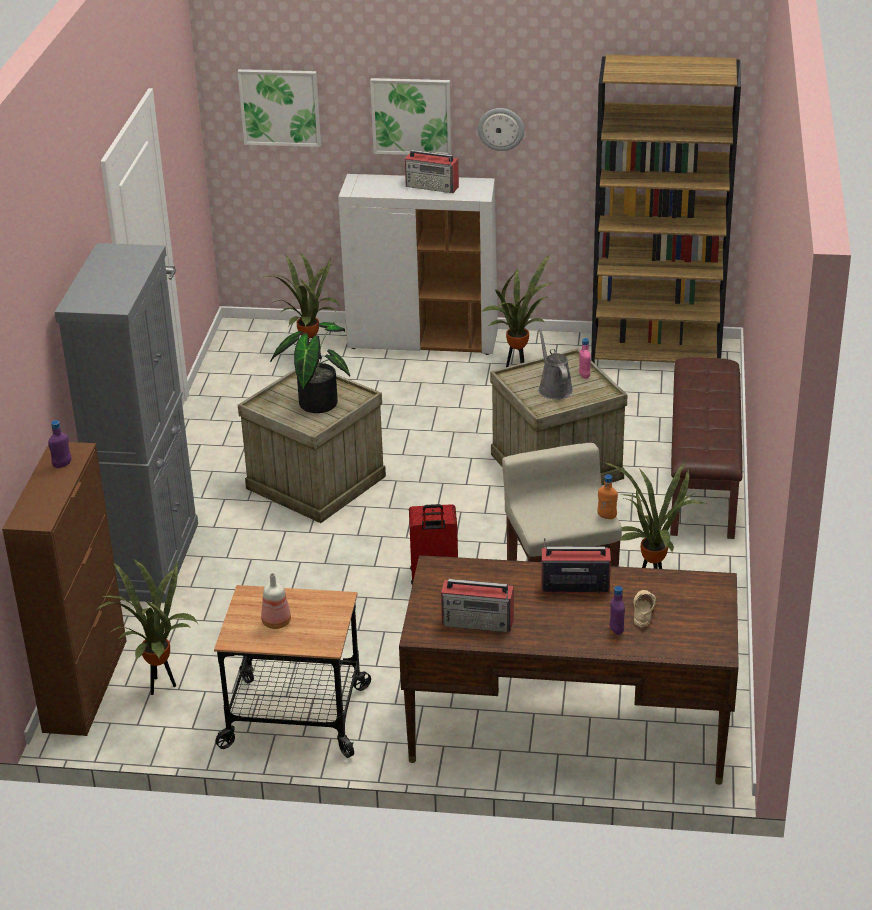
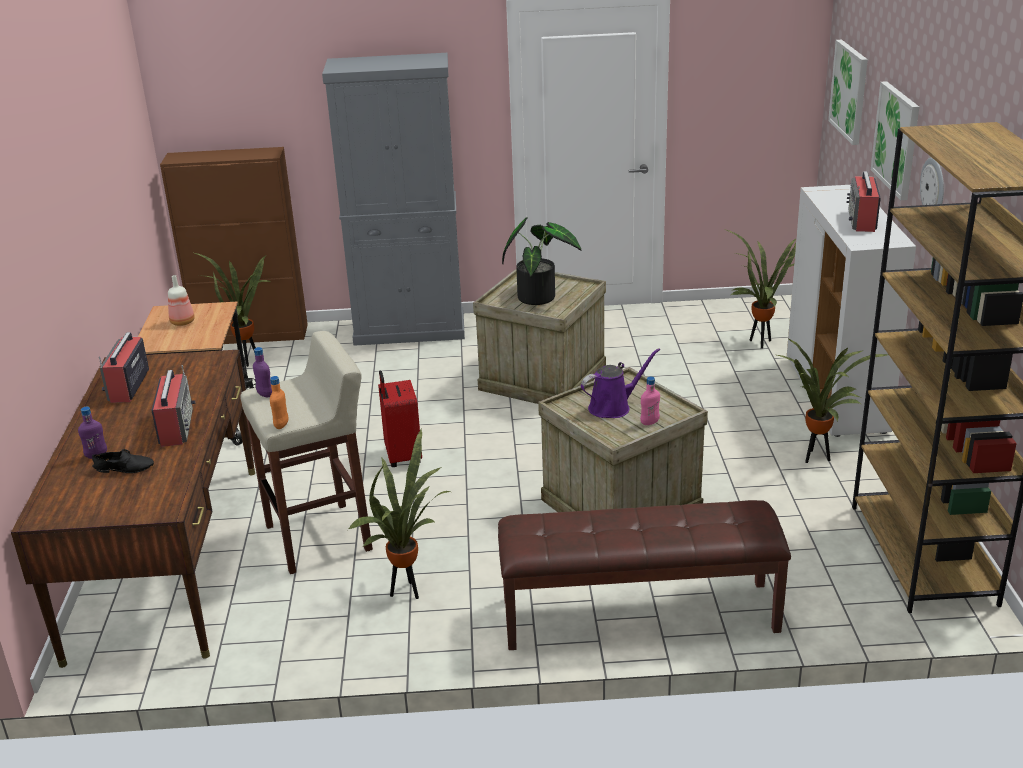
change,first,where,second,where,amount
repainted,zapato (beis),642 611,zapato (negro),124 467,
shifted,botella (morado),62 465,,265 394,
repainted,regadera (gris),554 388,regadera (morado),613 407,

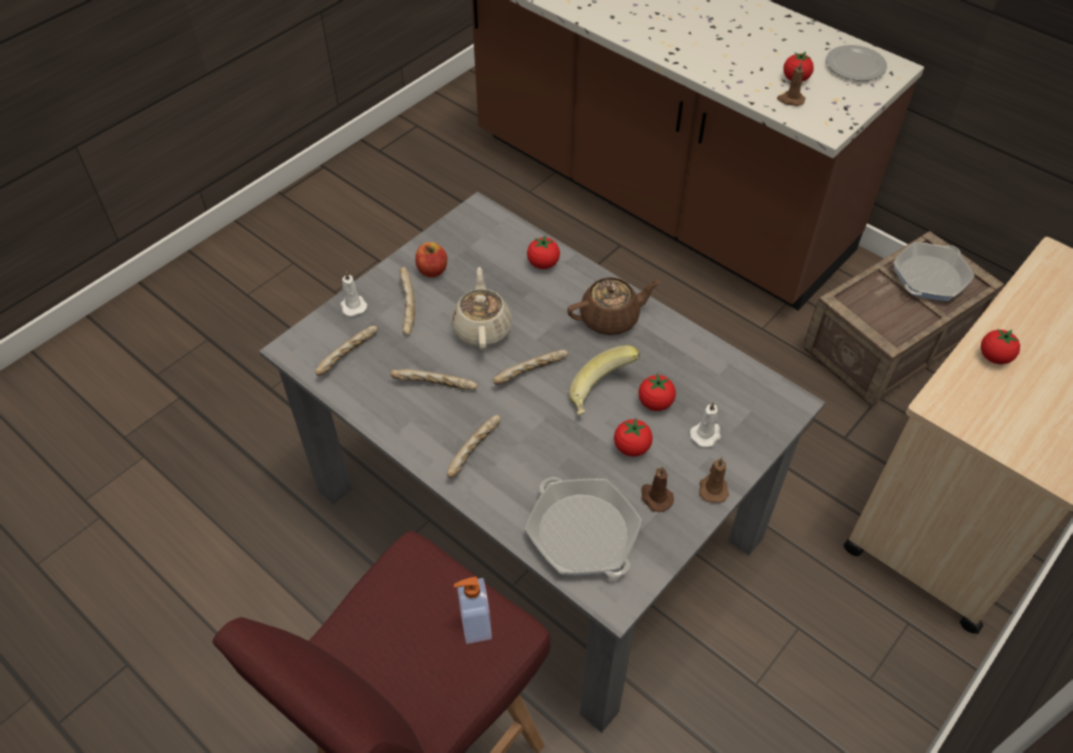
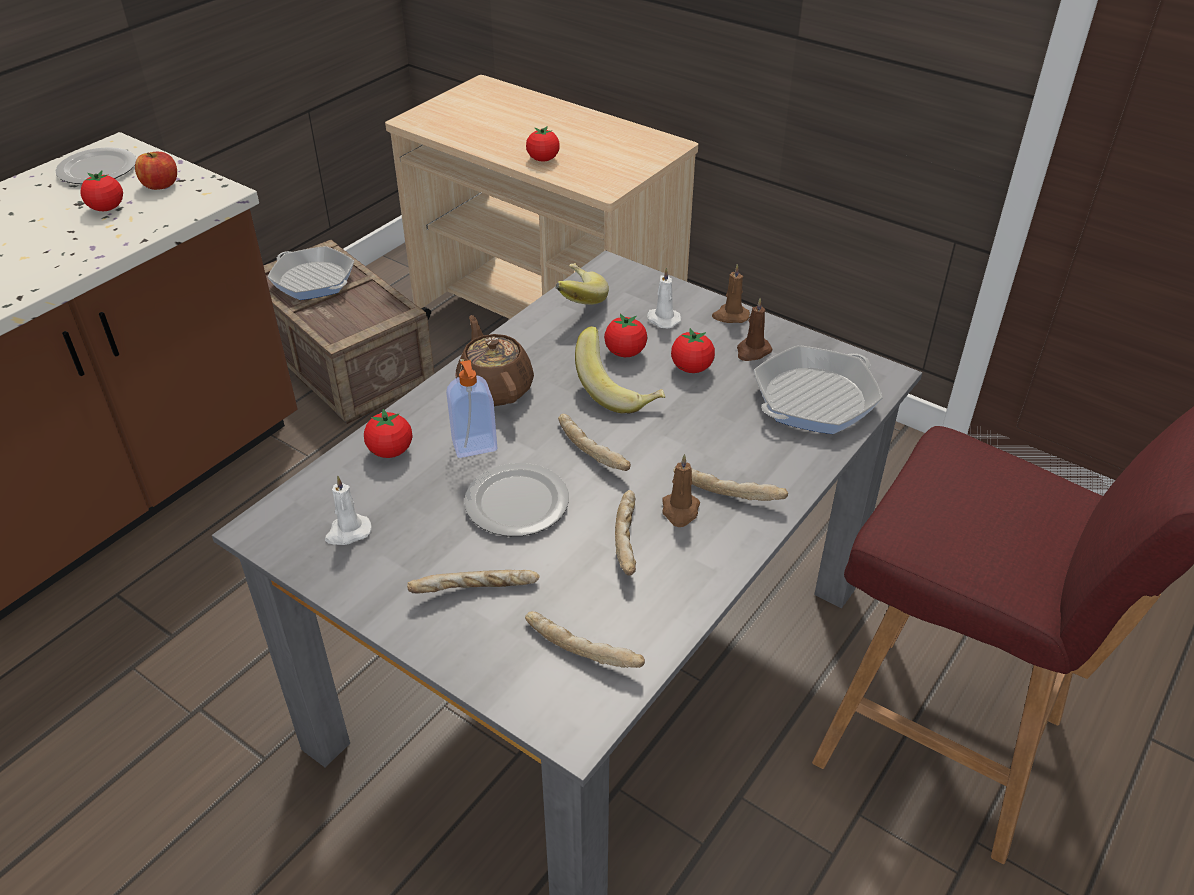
change,first,where,second,where,amount
shifted,manzana,432 270,,160 185,
shifted,vela (blanco),353 305,,348 532,
shifted,dispensador de jabón,474 625,,475 447,
swapped,tetera (beis),482 329,plato,518 502,
new,,,plátano,575 300,
shifted,vela (marrón),790 100,,680 511,

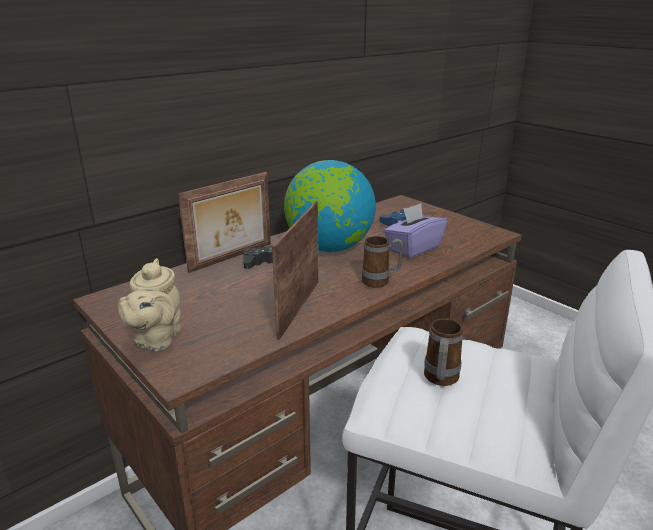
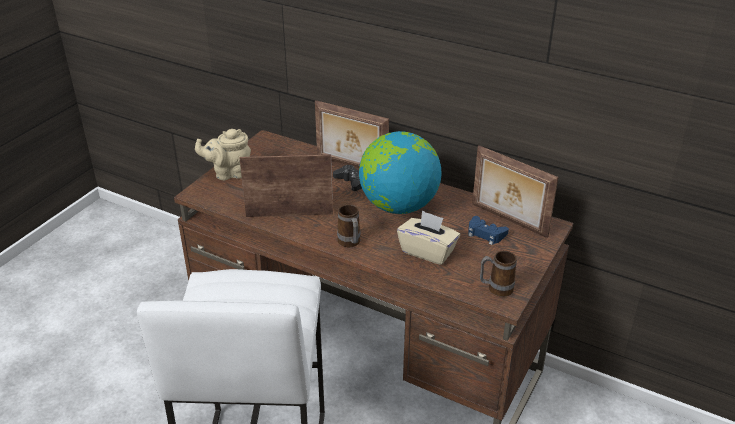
change,first,where,second,where,amount
repainted,caja de pañuelos (morado),413 248,caja de pañuelos (beis),427 251,
new,,,portarretratos,508 221,
shifted,taza grande,440 380,,495 289,

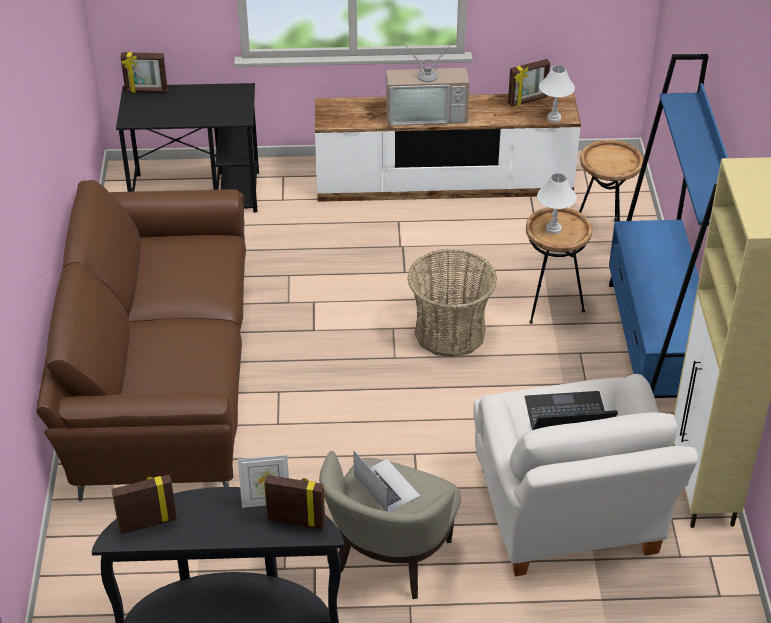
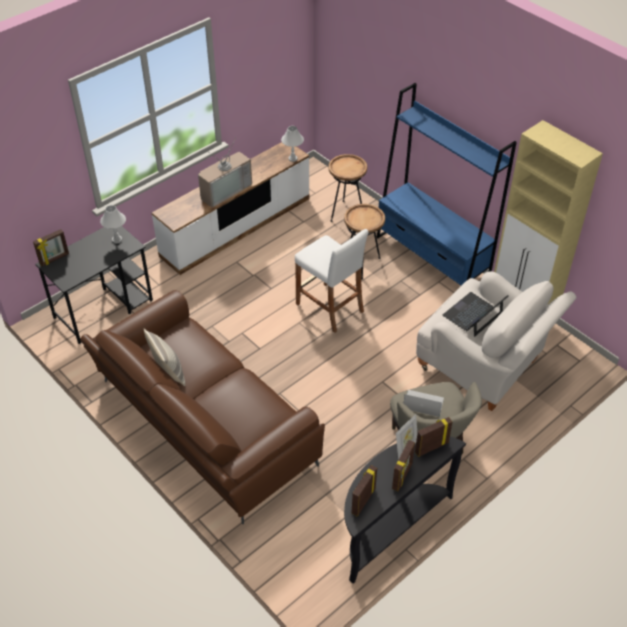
change,first,where,second,where,amount
shifted,lámpara de mesa (blanco),553 229,,117 240,
new,,,cojín,168 371,
swapped,cesta,449 332,taburete (blanco),329 307,
shifted,portarretratos,528 101,,402 476,

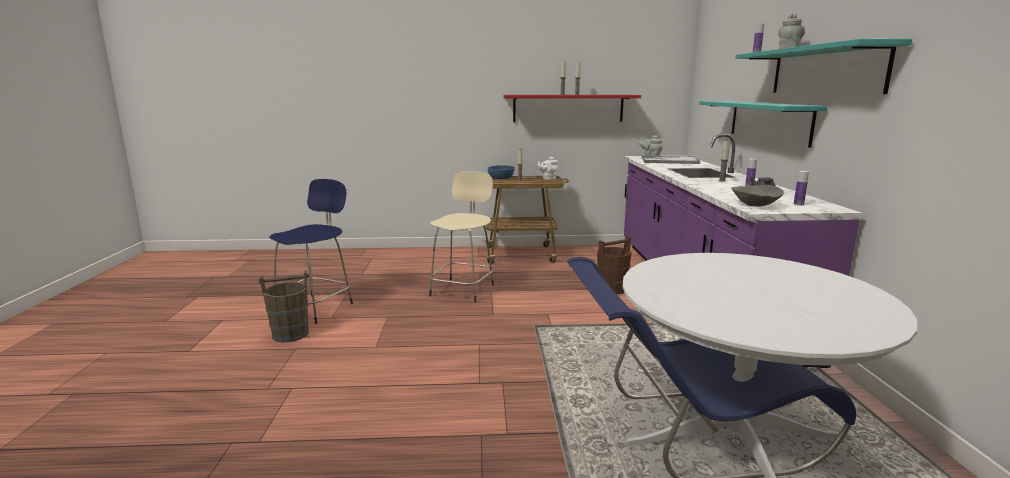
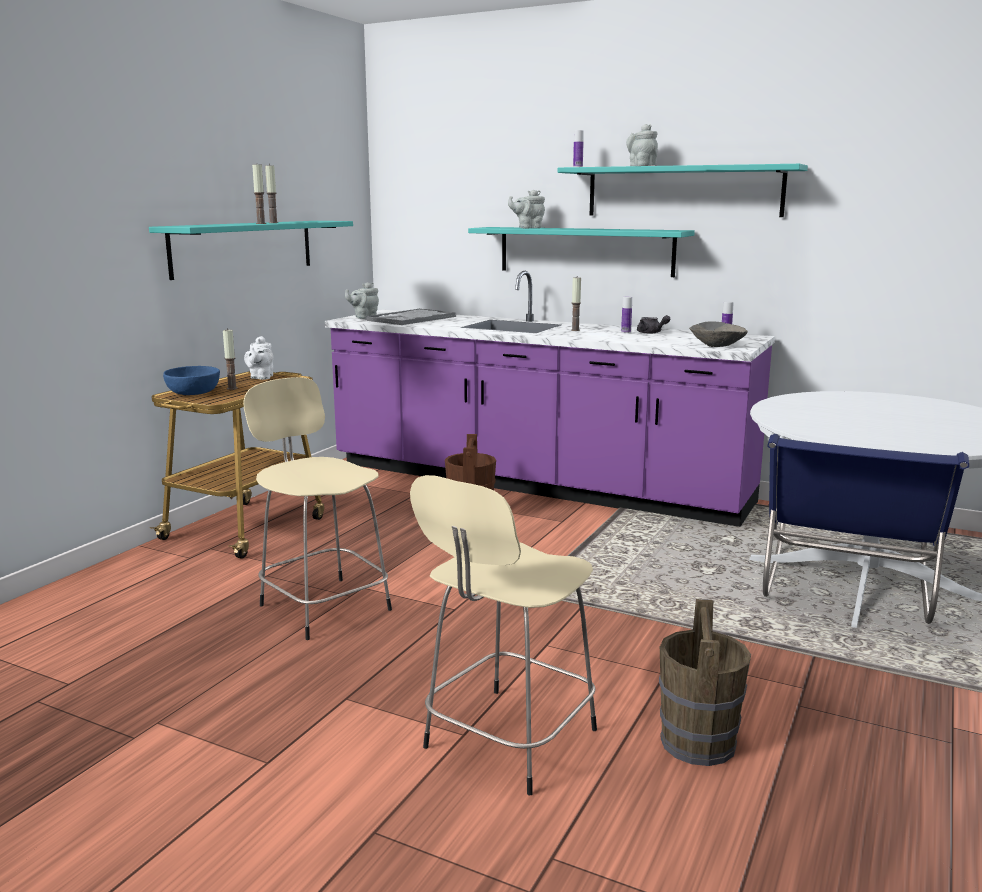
change,first,where,second,where,amount
repainted,estante (rojo),568 108,estante (turquesa),244 247,
new,,,taburete (beis),507 741,
new,,,tetera (gris),528 228,
shifted,cubo (marrón),291 334,,698 742,
gone,taburete (azul),316 308,,,

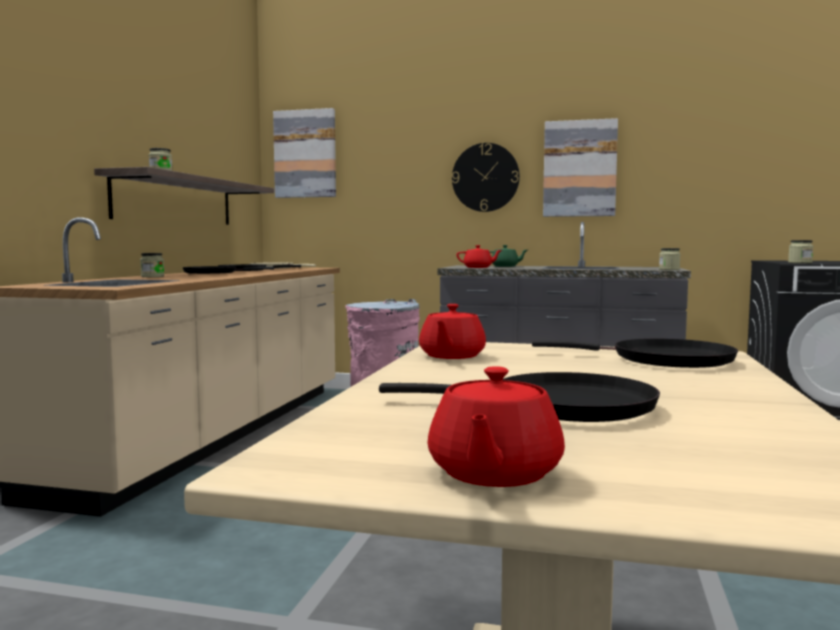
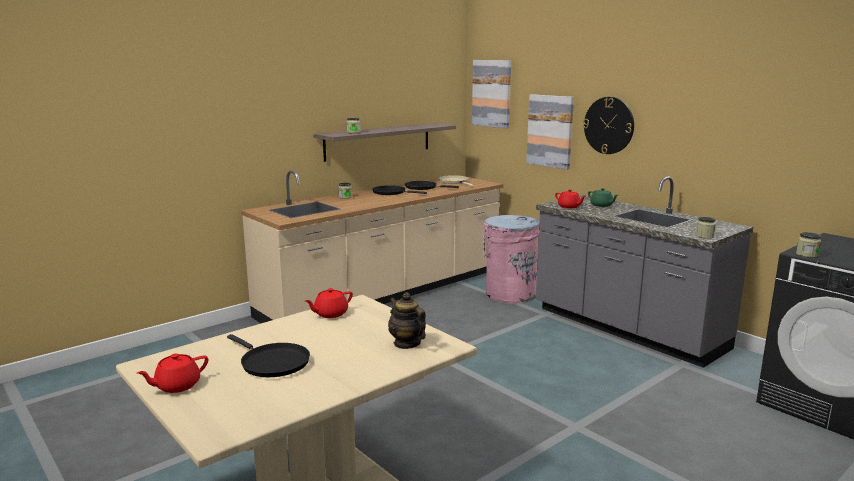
change,first,where,second,where,amount
swapped,sartén (negro),663 360,tetera,407 343,
shifted,cuadro,579 168,,550 131,

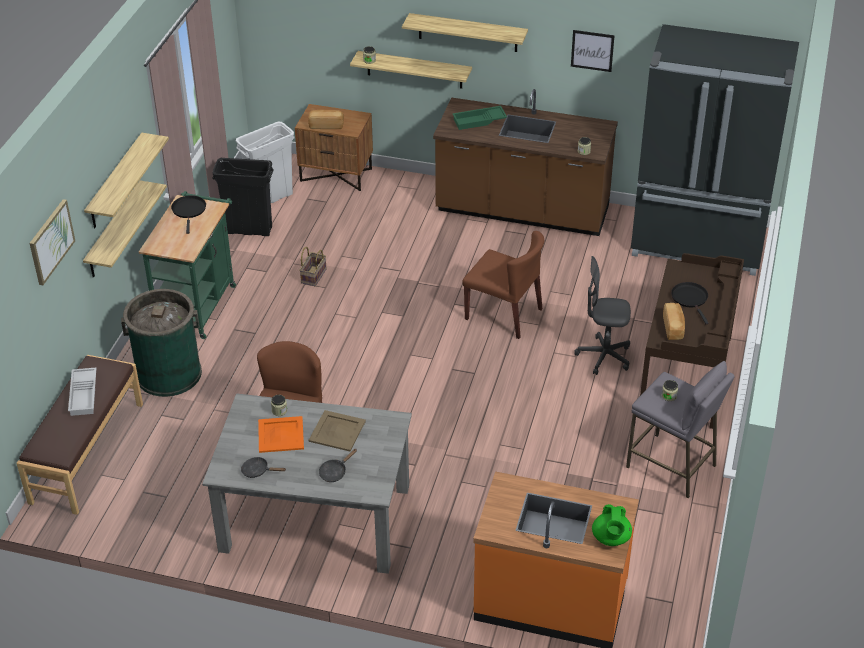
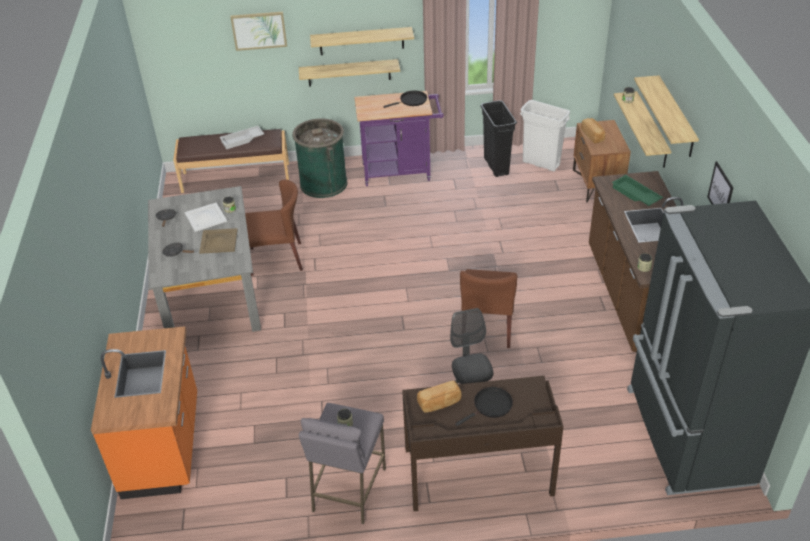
change,first,where,second,where,amount
repainted,bandeja (naranja),281 434,bandeja (blanco),206 217,
repainted,carrito (verde),198 304,carrito (morado),401 171,
gone,cesta,313 275,,,
gone,tetera (verde),611 538,,,

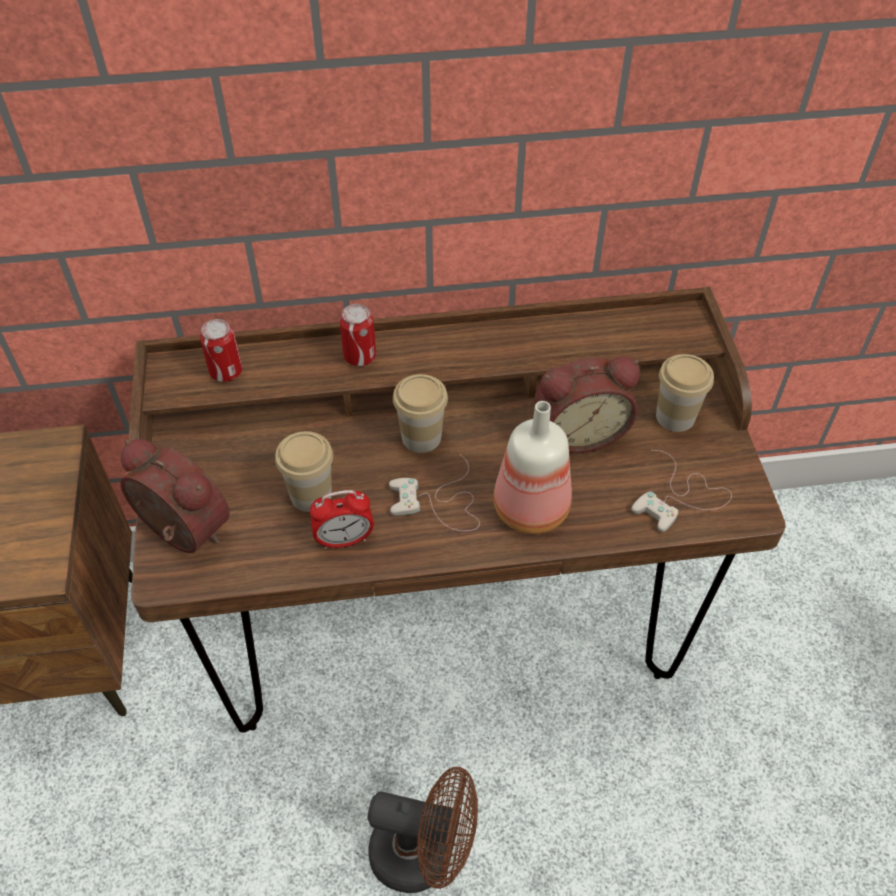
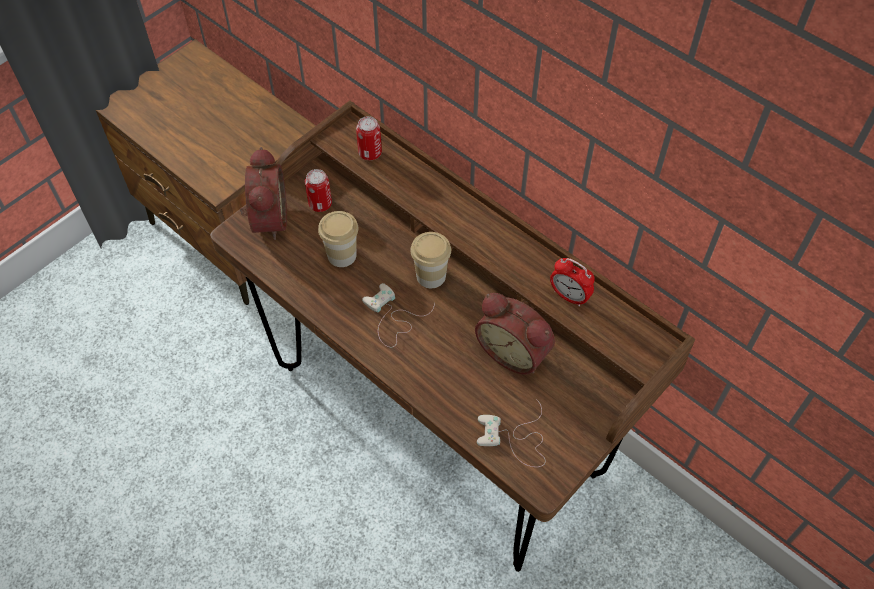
change,first,where,second,where,amount
shifted,lata,360 356,,320 204,
shifted,despertador,344 540,,569 296,
gone,ventilador (marrón),424 854,,,
gone,botella,529 507,,,
gone,taza,675 416,,,

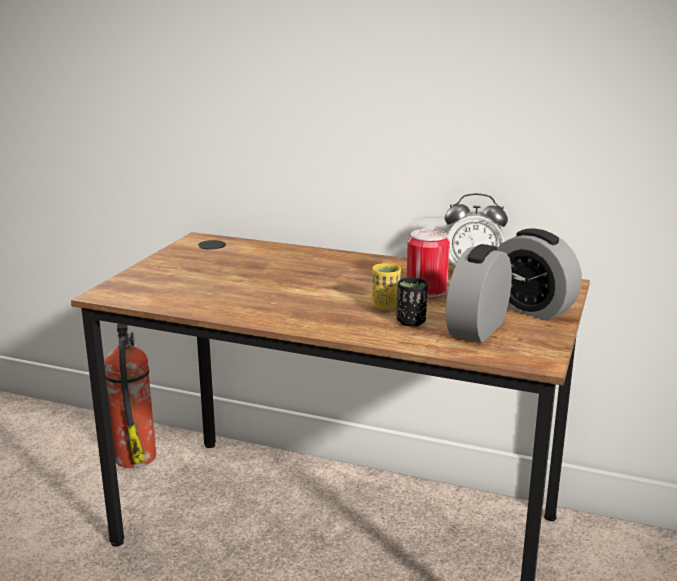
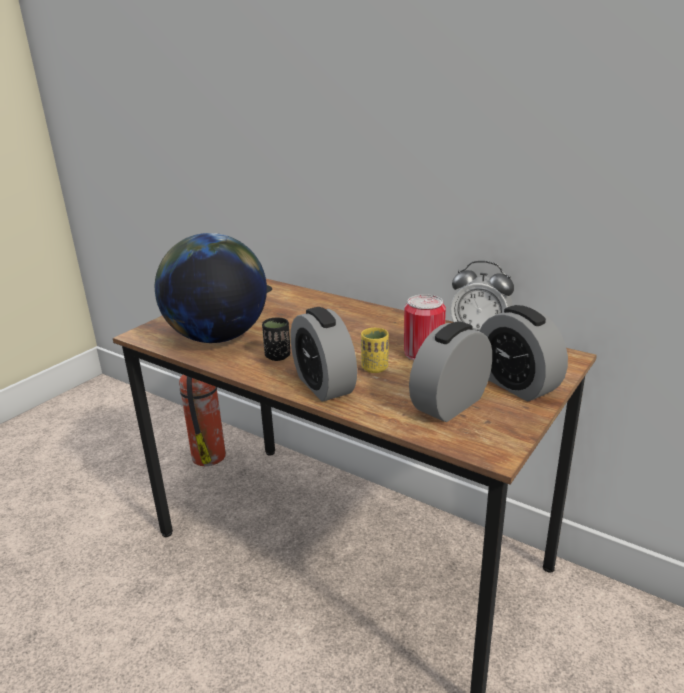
change,first,where,second,where,amount
new,,,globo terráqueo,217 337,
shifted,taza (negro),411 322,,278 356,
new,,,despertador,324 385,

